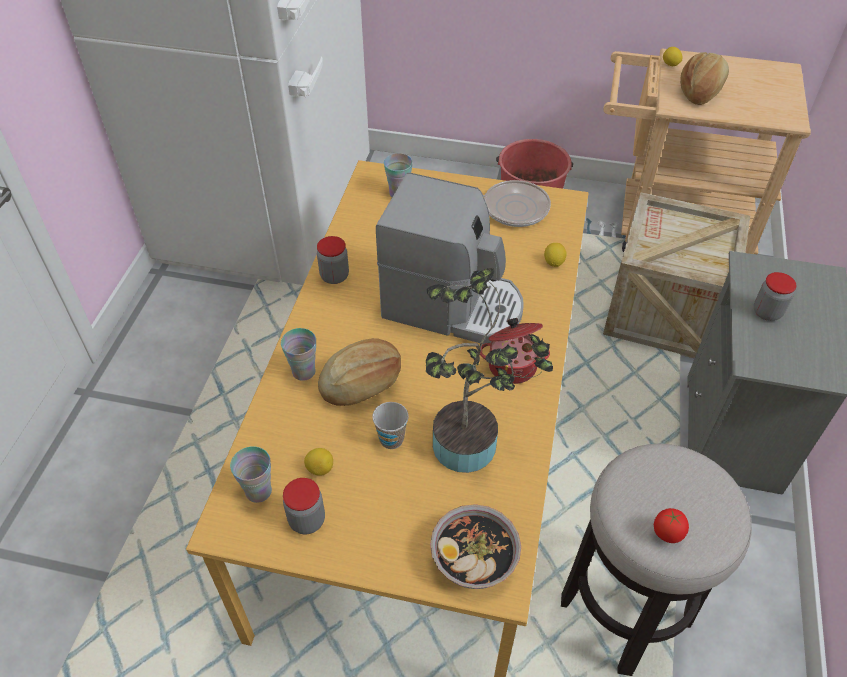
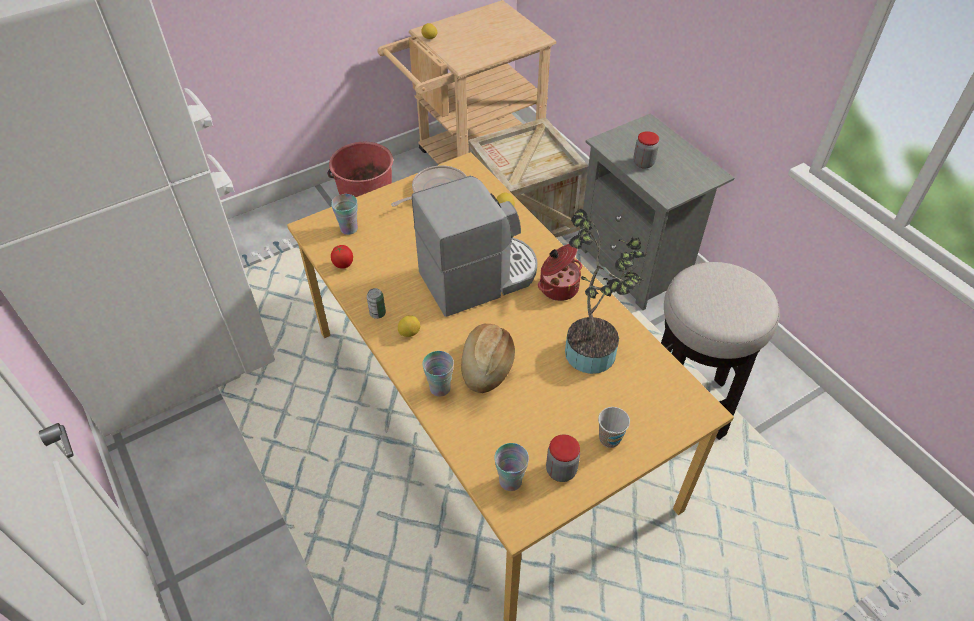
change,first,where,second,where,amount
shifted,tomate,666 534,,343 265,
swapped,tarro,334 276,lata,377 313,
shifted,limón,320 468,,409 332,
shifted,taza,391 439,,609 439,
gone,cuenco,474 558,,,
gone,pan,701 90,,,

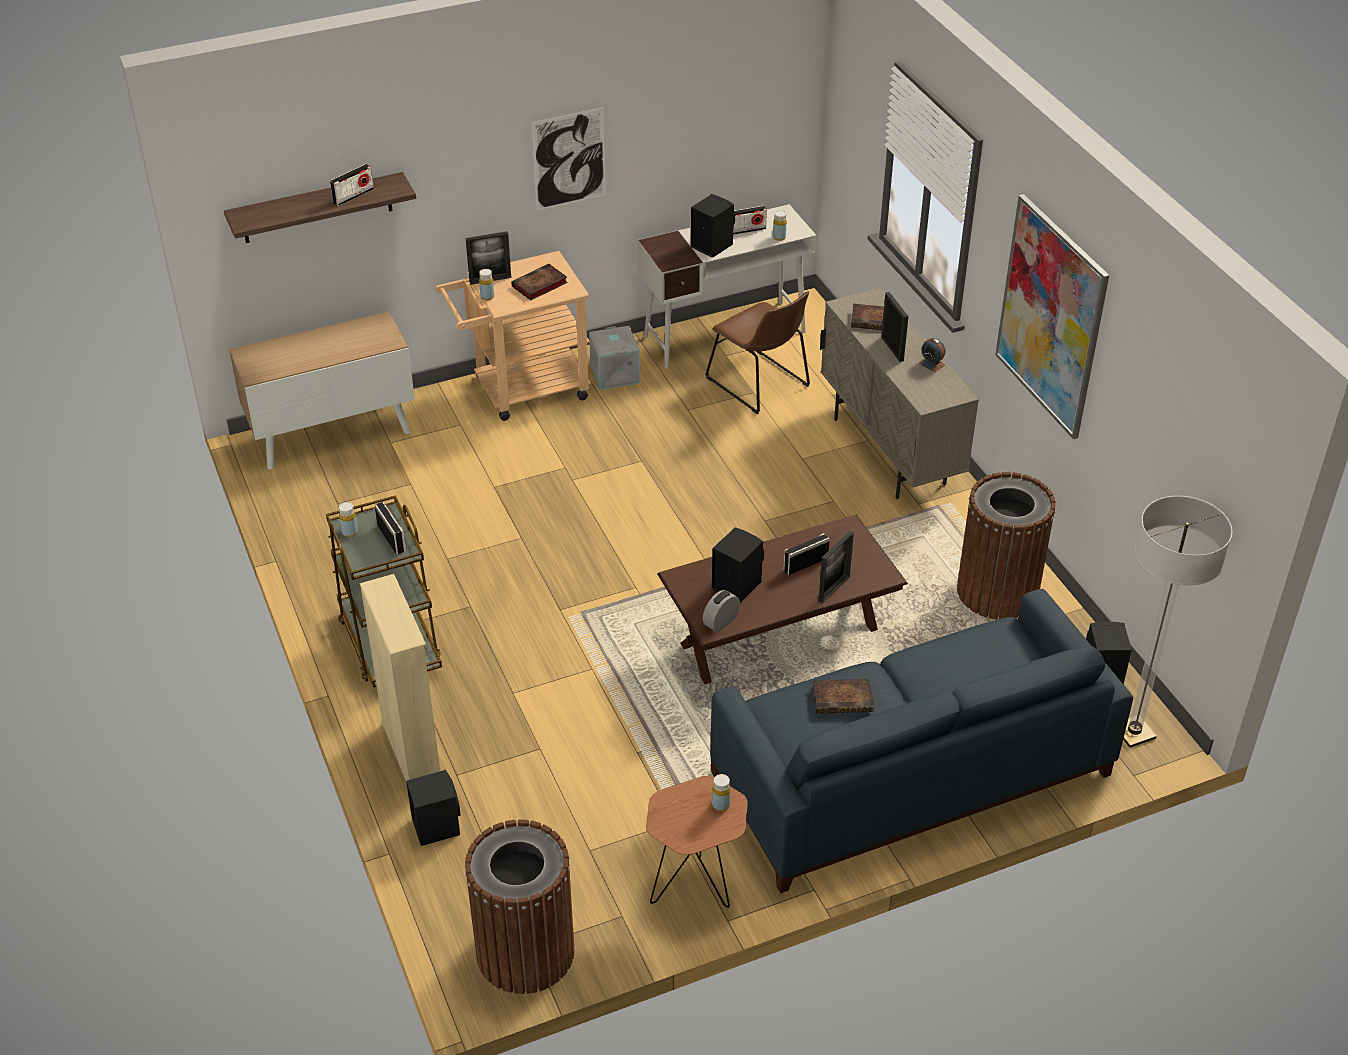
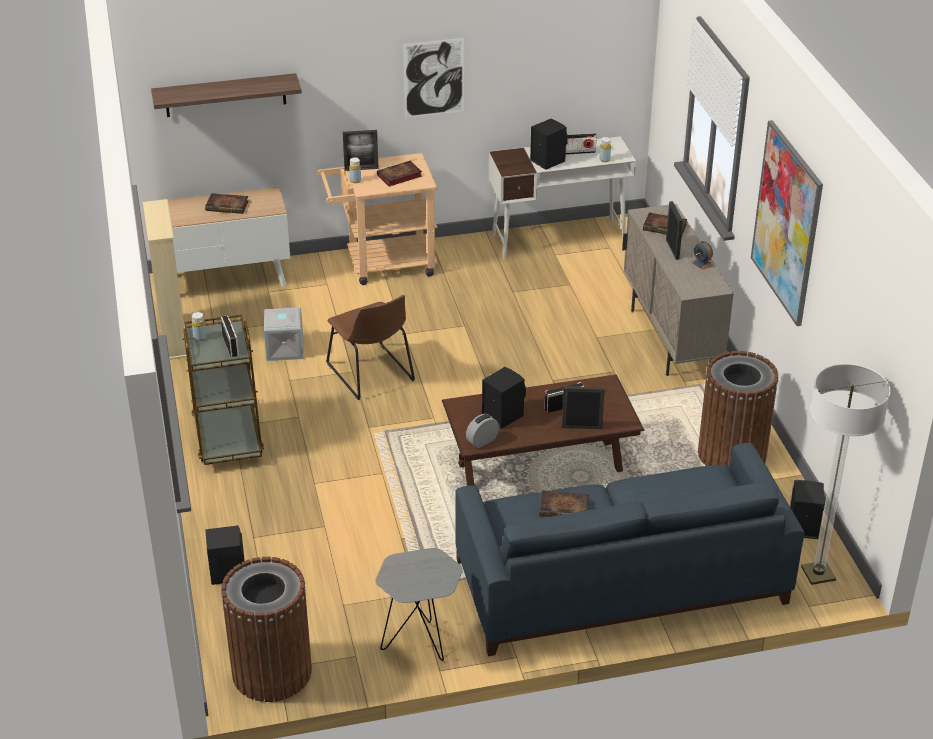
change,first,where,second,where,amount
shifted,estantería (beis),412 754,,173 338,
new,,,libro,228 206,
shifted,caja de almacenaje (gris),614 374,,284 348,
shifted,silla (marrón),760 384,,372 374,
repainted,mesa auxiliar (marrón),696 888,mesa auxiliar (gris),420 643,
rotated,portarretratos,834 589,,581 427,135 degrees counterclockwise
gone,radio,353 196,,,
gone,botella (amarillo),721 805,,,

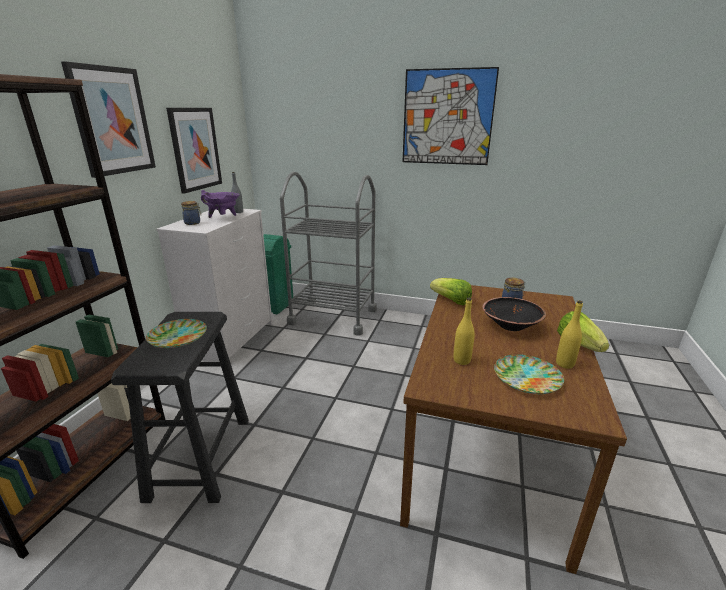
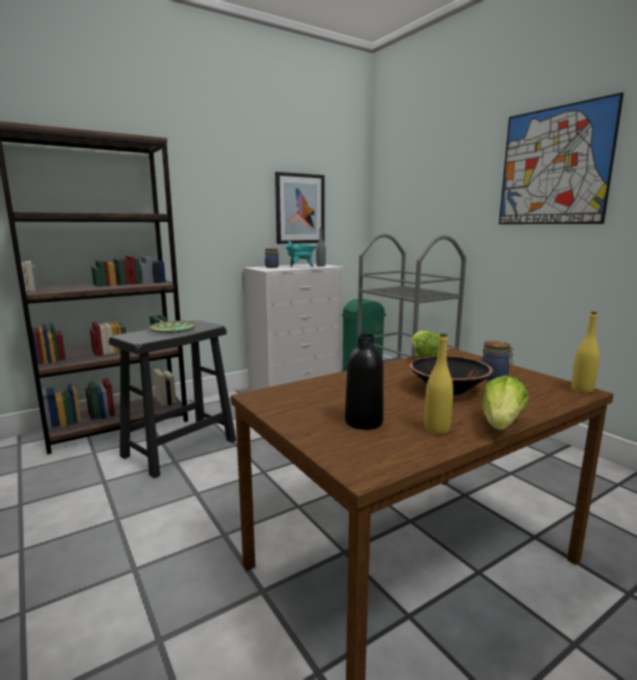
change,first,where,second,where,amount
repainted,olla (morado),223 218,olla (turquesa),300 267,
swapped,plato,526 377,botella (negro),363 422,
shifted,botella (amarillo),461 360,,582 390,
gone,cuadro,112 121,,,

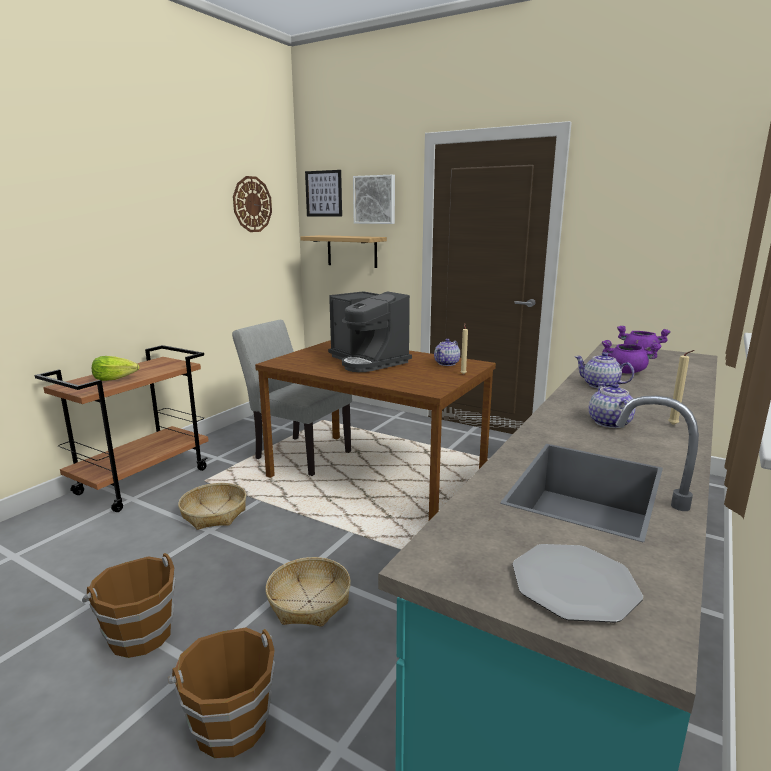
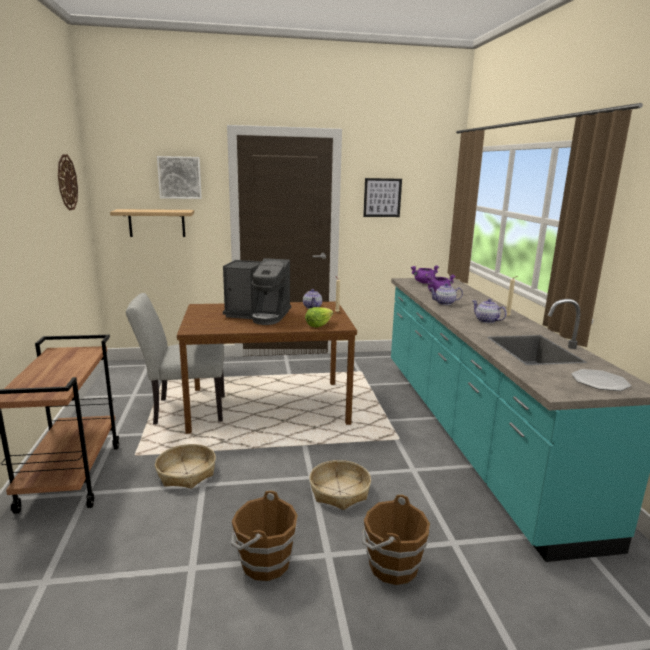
change,first,where,second,where,amount
shifted,lechuga,115 379,,318 325,
shifted,cuadro,324 193,,382 197,

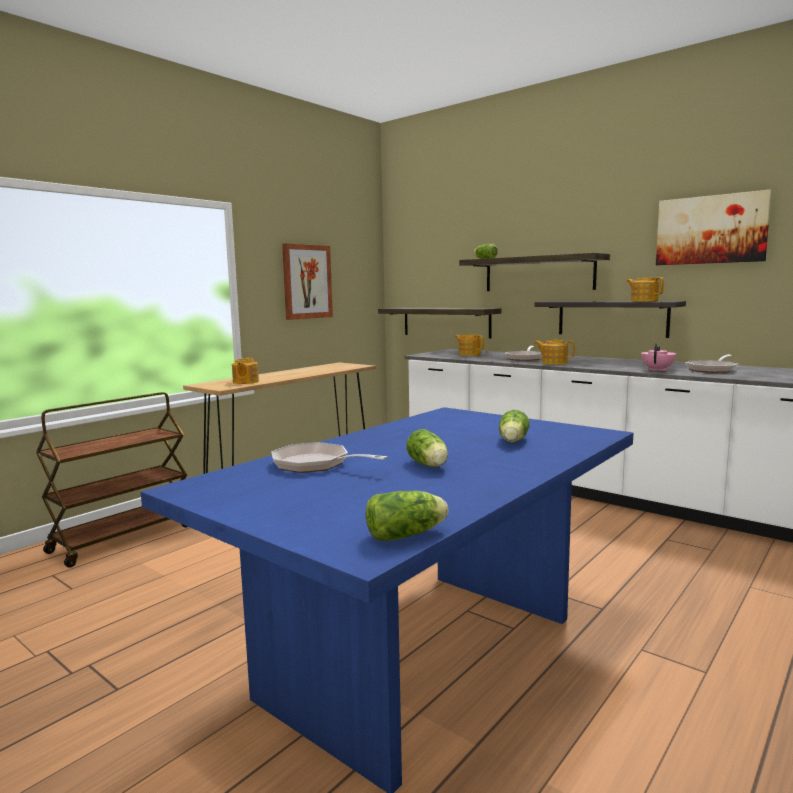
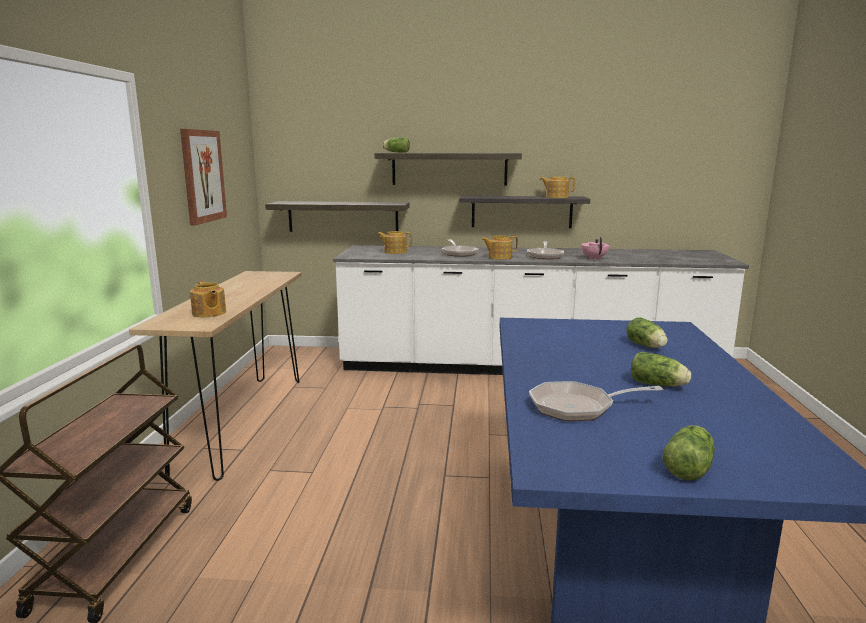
change,first,where,second,where,amount
shifted,sartén,712 369,,545 256,
shifted,lechuga,408 534,,689 467,
gone,cuadro,711 230,,,

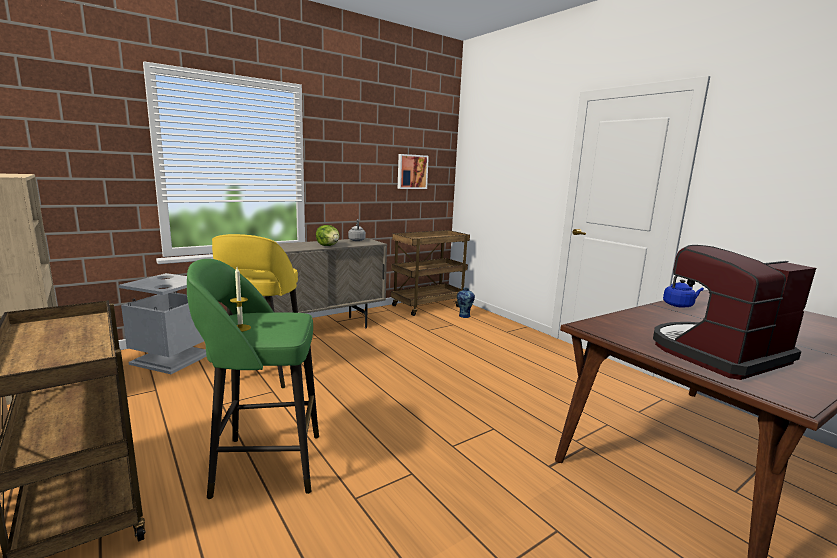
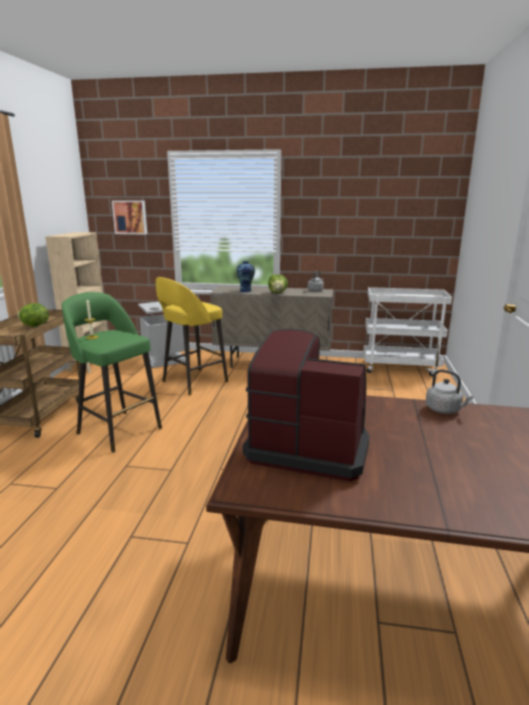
change,first,where,second,where,amount
new,,,lechuga,34 326,
shifted,cuadro,412 171,,130 217,
shifted,florero,464 316,,246 291,
repainted,carrito (marrón),428 305,carrito (blanco),400 367,
repainted,hervidor (azul),679 305,hervidor (gris),445 410,

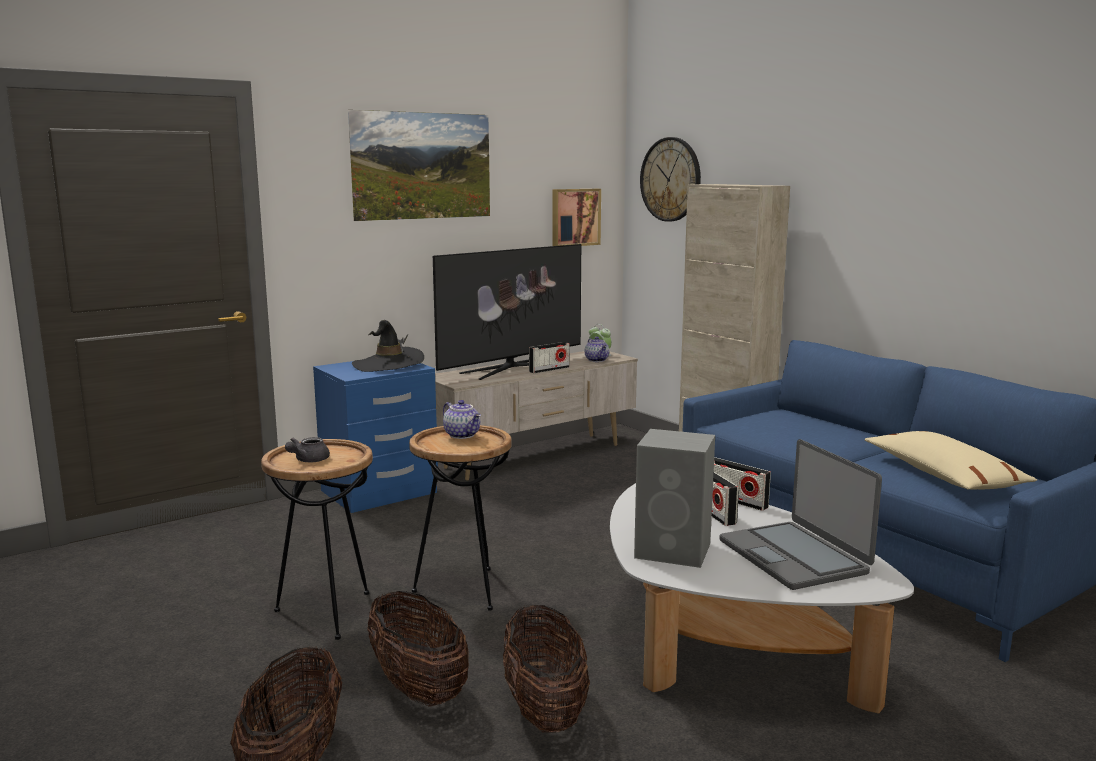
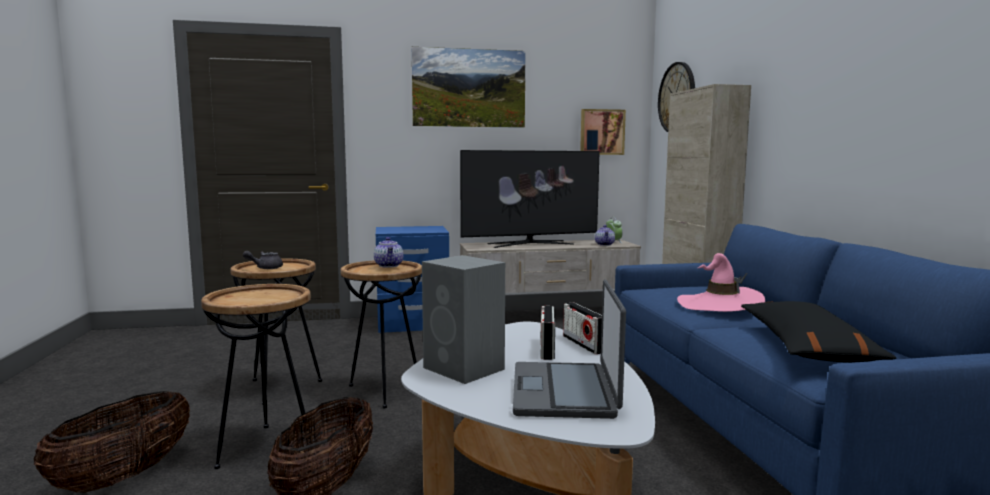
change,first,where,second,where,amount
swapped,cesta,418 687,mesa auxiliar (marrón),266 448,
new,,,sombrero (rosa),719 305,
repainted,cojín (beis),943 476,cojín (negro),805 347,
gone,sombrero (negro),388 364,,,
gone,radio,549 369,,,

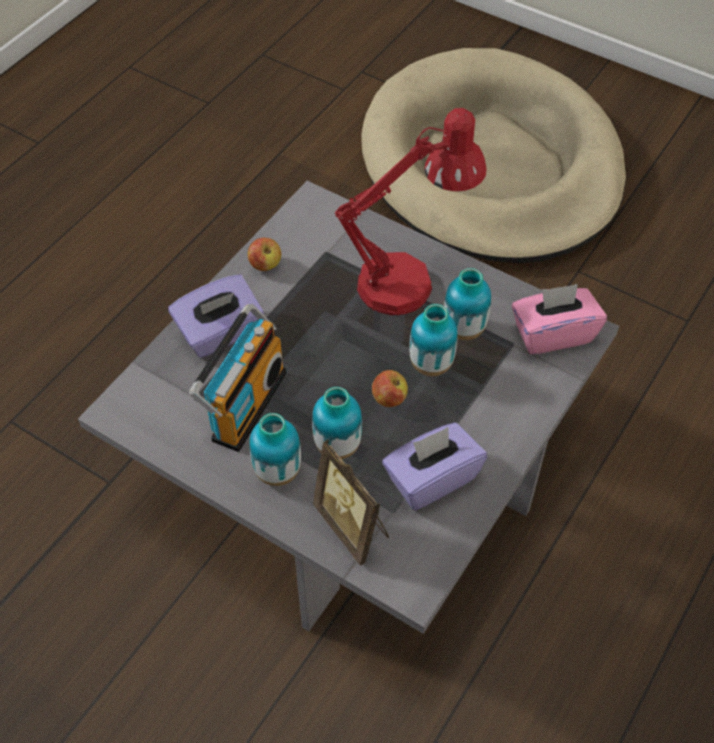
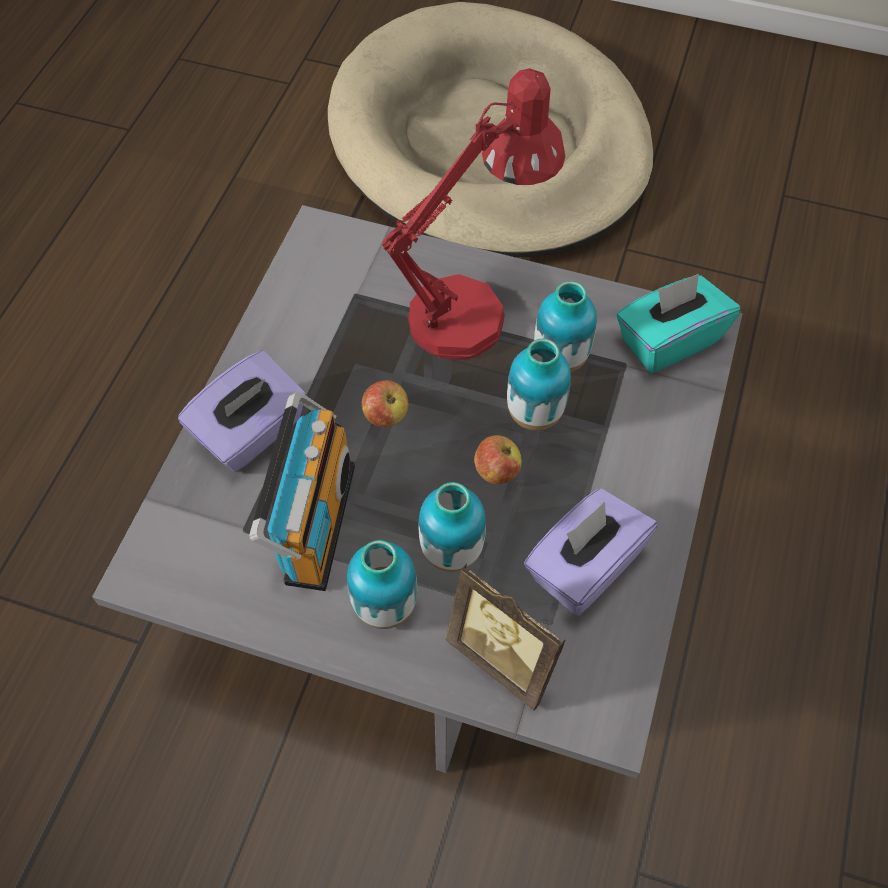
change,first,where,second,where,amount
shifted,manzana,265 265,,386 415,
repainted,caja de pañuelos (rosa),552 334,caja de pañuelos (turquesa),668 340,

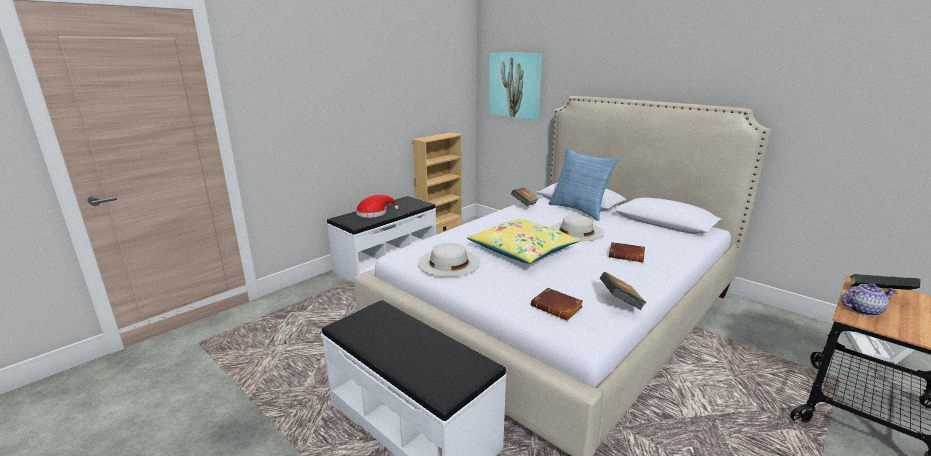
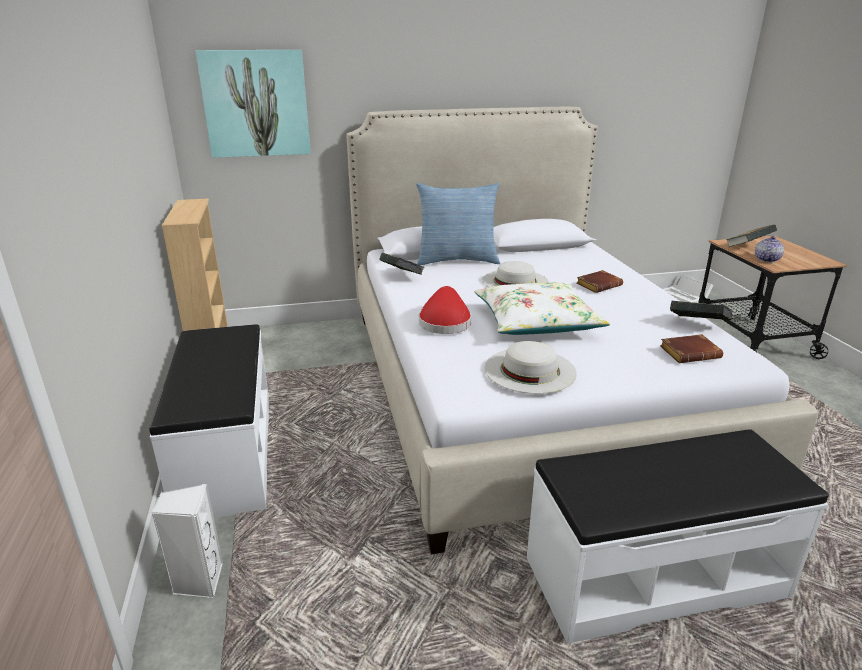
change,first,where,second,where,amount
new,,,altavoz (blanco),198 581,
shifted,sombrero (rojo),374 213,,444 322,
repainted,cojín (amarillo),522 251,cojín (blanco),536 322,

